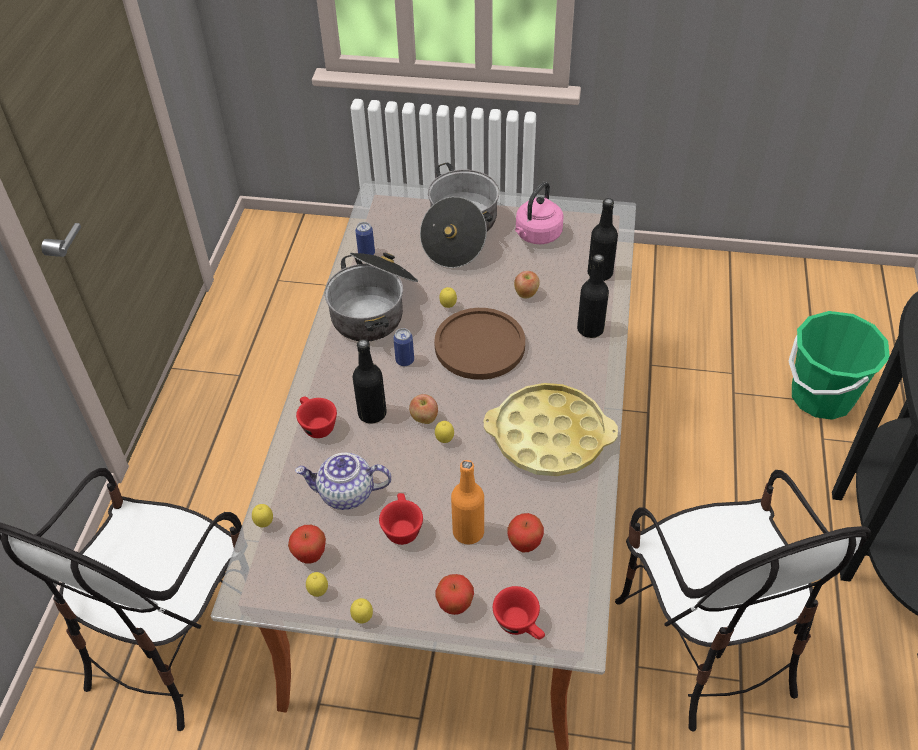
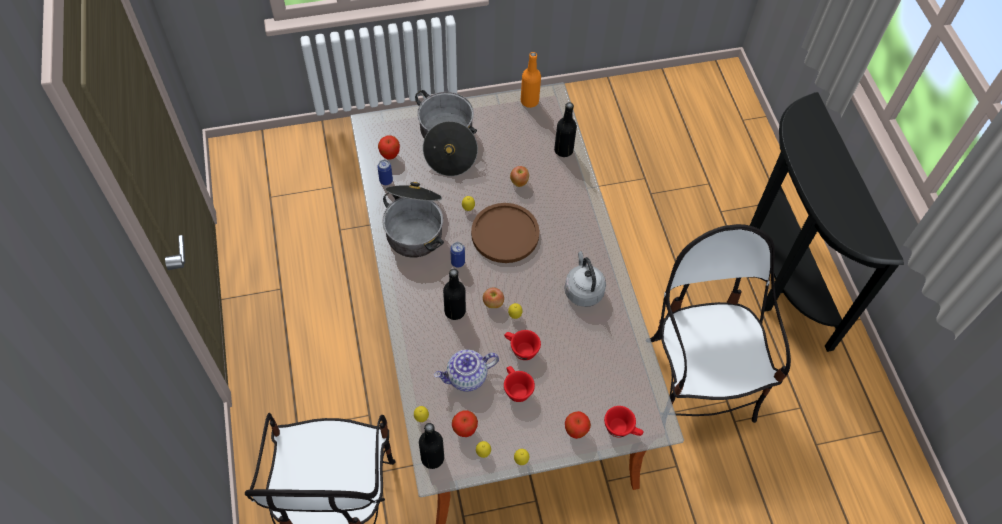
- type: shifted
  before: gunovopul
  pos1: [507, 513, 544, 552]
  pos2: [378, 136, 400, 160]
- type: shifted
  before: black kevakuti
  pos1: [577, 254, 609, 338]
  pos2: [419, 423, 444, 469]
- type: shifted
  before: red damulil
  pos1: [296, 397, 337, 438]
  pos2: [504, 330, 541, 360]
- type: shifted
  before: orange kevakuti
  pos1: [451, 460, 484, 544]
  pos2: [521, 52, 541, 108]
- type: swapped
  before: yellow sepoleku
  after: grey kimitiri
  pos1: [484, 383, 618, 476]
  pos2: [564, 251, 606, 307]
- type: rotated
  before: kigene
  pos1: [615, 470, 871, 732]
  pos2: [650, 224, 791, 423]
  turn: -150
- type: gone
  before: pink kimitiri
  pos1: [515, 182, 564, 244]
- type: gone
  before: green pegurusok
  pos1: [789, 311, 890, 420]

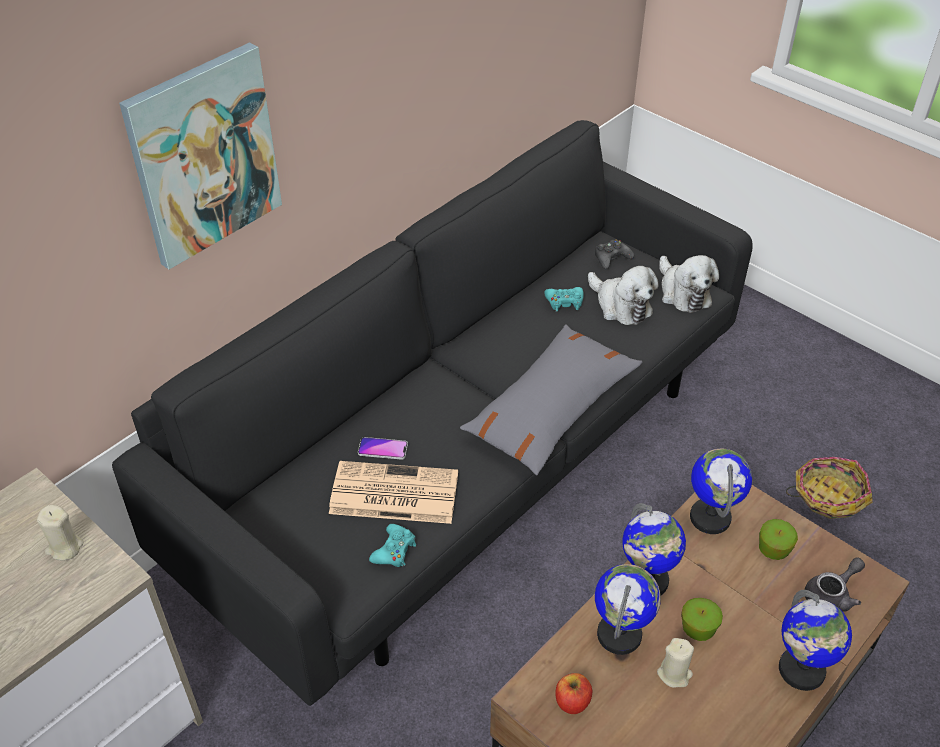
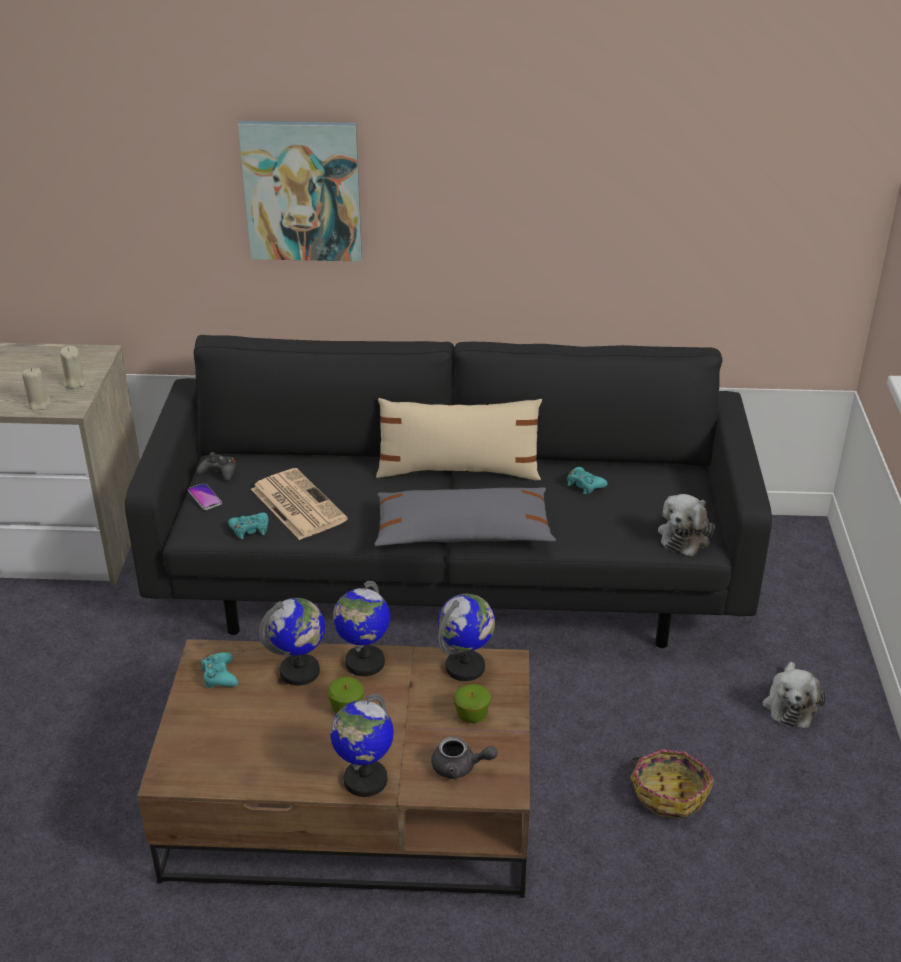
- type: shifted
  before: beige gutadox
  pos1: [657, 638, 694, 688]
  pos2: [22, 368, 51, 411]
- type: shifted
  before: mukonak
  pos1: [358, 437, 408, 460]
  pos2: [188, 483, 222, 510]
- type: shifted
  before: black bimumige
  pos1: [595, 239, 634, 269]
  pos2: [197, 452, 236, 481]
- type: swapped
  before: gunovopul
  after: turquoise bimumige
  pos1: [555, 673, 592, 714]
  pos2: [201, 652, 238, 688]
- type: new
  after: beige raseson
  pos2: [376, 398, 542, 480]
- type: shifted
  before: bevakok
  pos1: [588, 266, 659, 325]
  pos2: [762, 662, 826, 728]

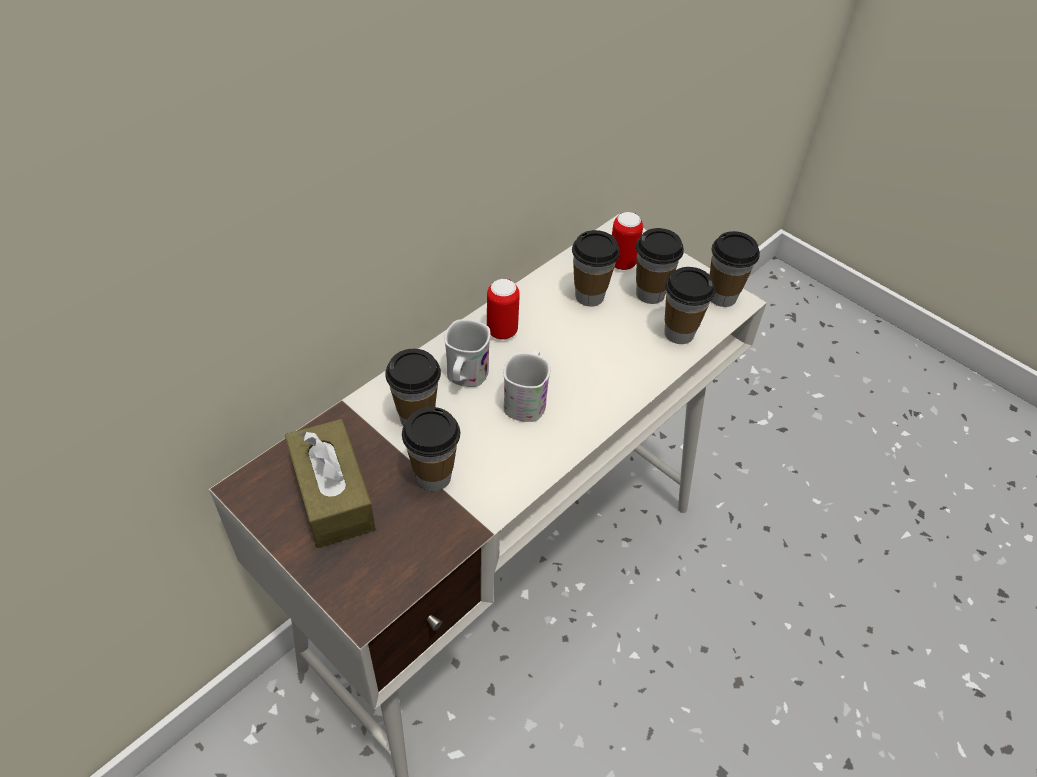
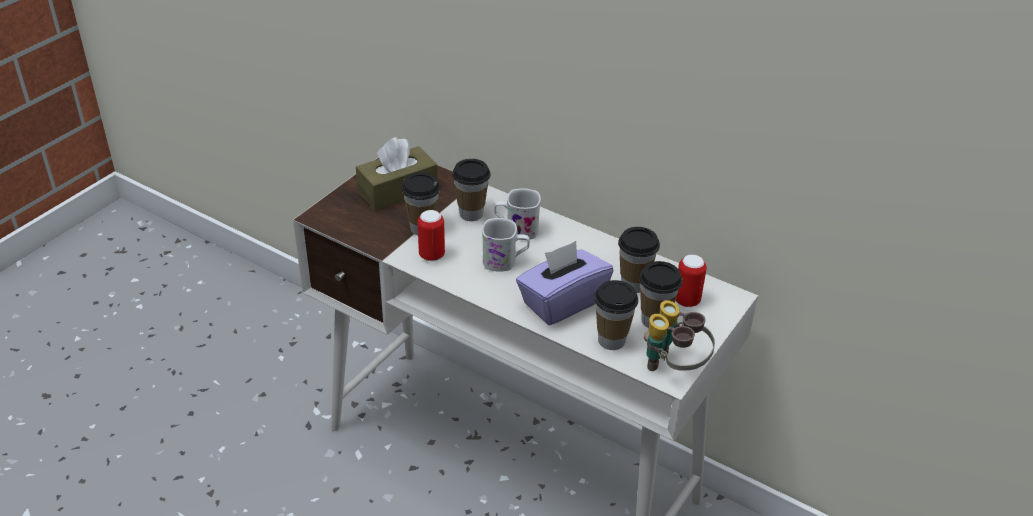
- type: shifted
  before: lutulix
  pos1: [487, 279, 520, 339]
  pos2: [417, 210, 445, 261]
- type: new
  after: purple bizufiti
  pos2: [516, 241, 613, 325]
- type: swapped
  before: damulil
  after: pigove
  pos1: [710, 231, 760, 307]
  pos2: [644, 300, 715, 371]

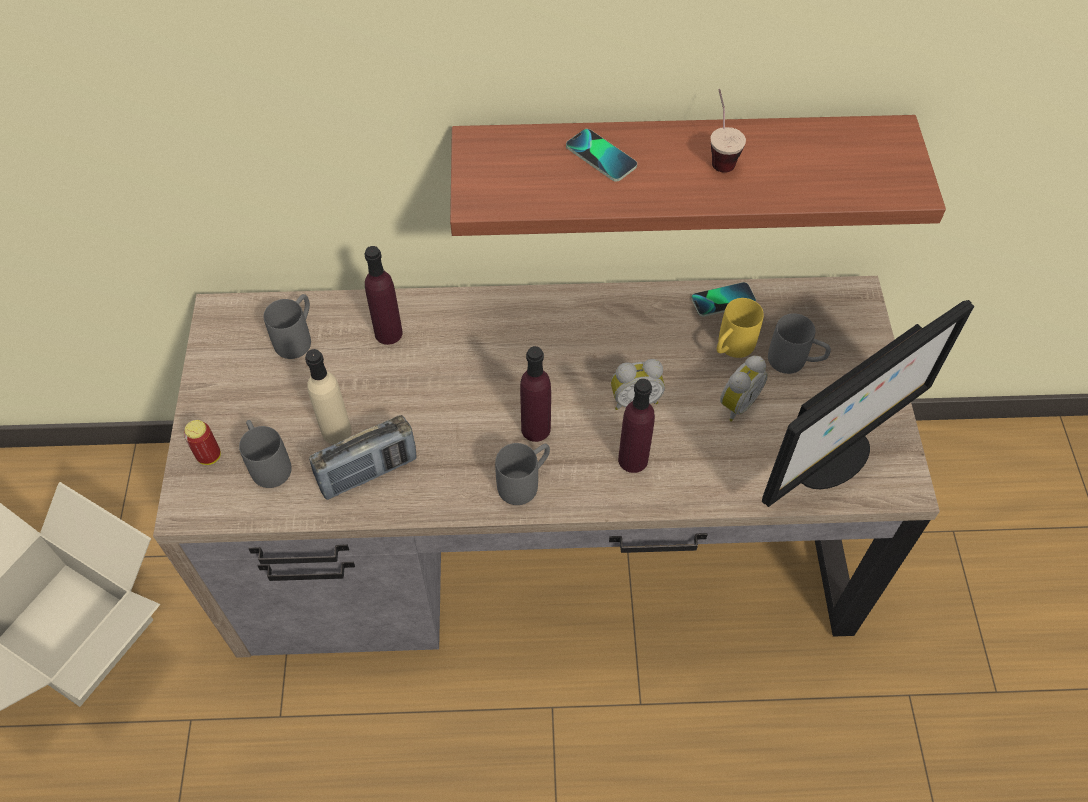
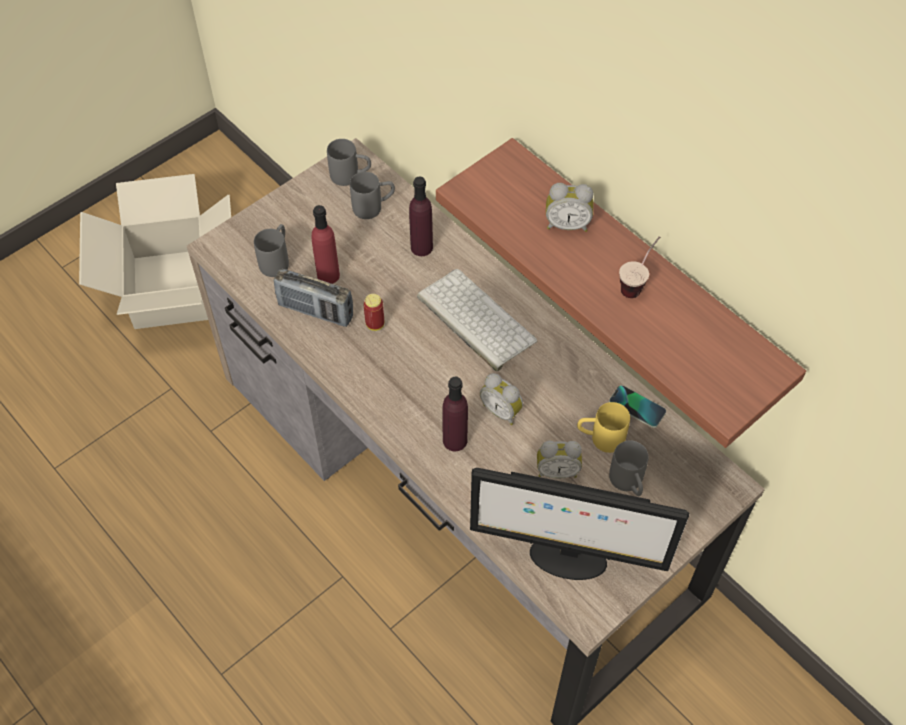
- type: repainted
  before: beige kevakuti
  after: red kevakuti
  pos1: [305, 349, 352, 444]
  pos2: [311, 205, 340, 284]
- type: shifted
  before: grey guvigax
  pos1: [495, 443, 550, 505]
  pos2: [327, 139, 371, 186]
- type: shifted
  before: lutulix
  pos1: [184, 420, 221, 465]
  pos2: [363, 294, 384, 331]
- type: new
  after: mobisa
  pos2: [417, 269, 537, 371]
- type: swapped
  before: mukonak
  after: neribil
  pos1: [566, 129, 637, 182]
  pos2: [546, 183, 593, 232]
- type: gone
  before: purple kevakuti
  pos1: [520, 346, 551, 442]

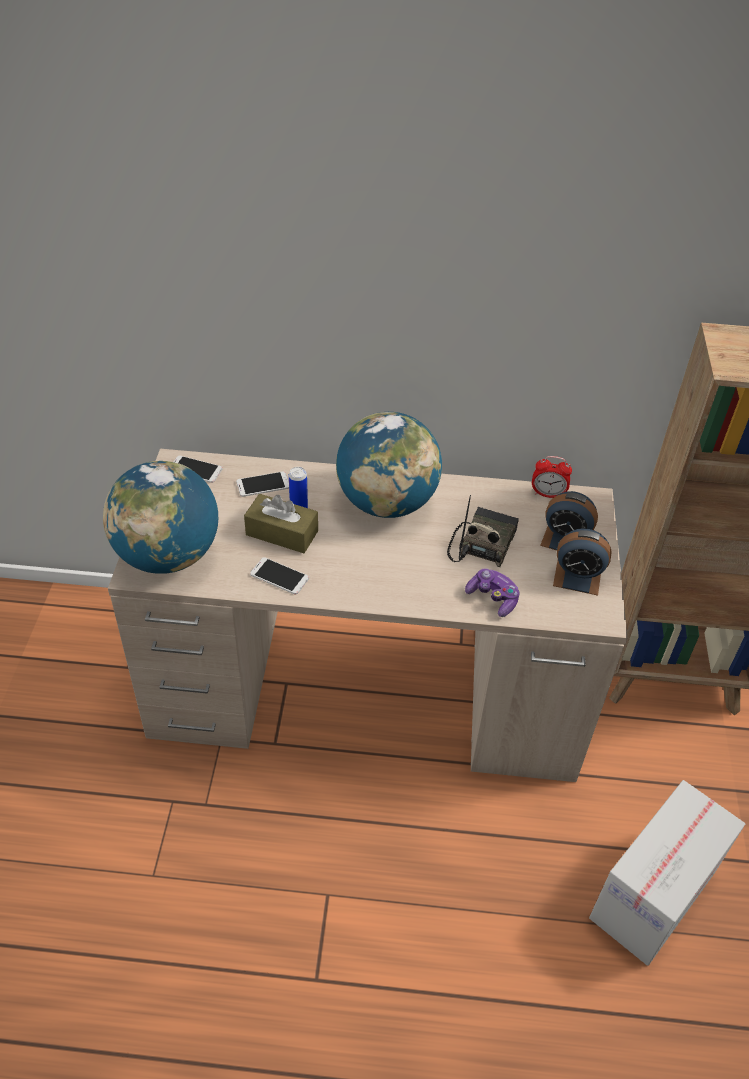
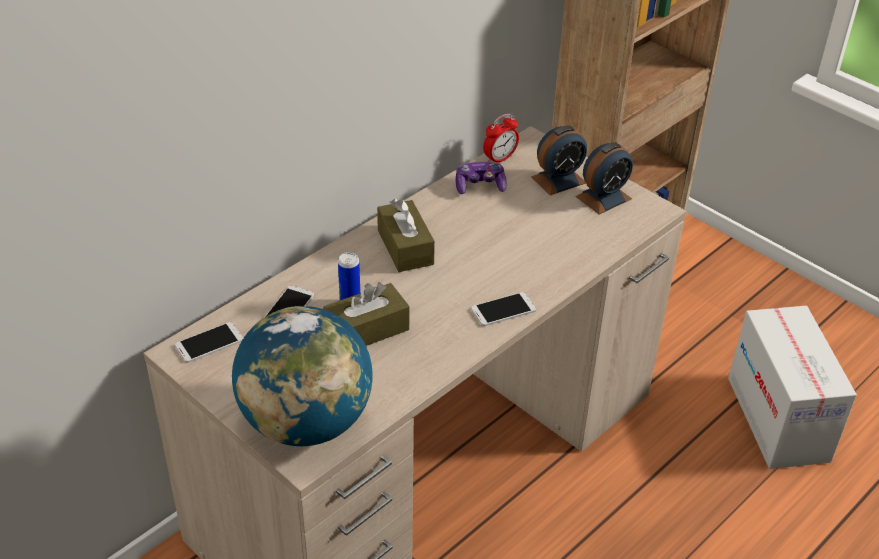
- type: swapped
  before: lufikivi
  after: brown bizufiti
  pos1: [336, 412, 442, 518]
  pos2: [377, 199, 435, 272]
- type: shifted
  before: bimumige
  pos1: [465, 568, 520, 617]
  pos2: [456, 162, 507, 194]
- type: shifted
  before: mukonak
  pos1: [250, 557, 309, 595]
  pos2: [471, 292, 536, 326]
- type: gone
  before: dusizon
  pos1: [447, 495, 519, 567]

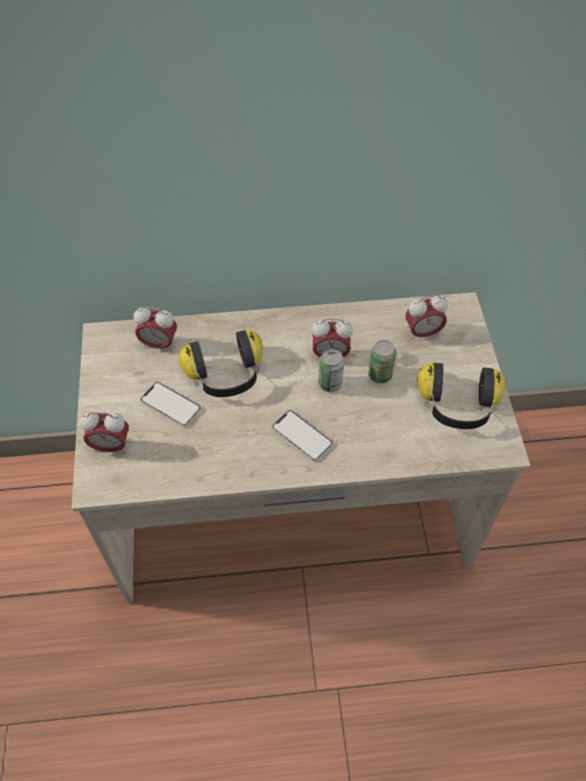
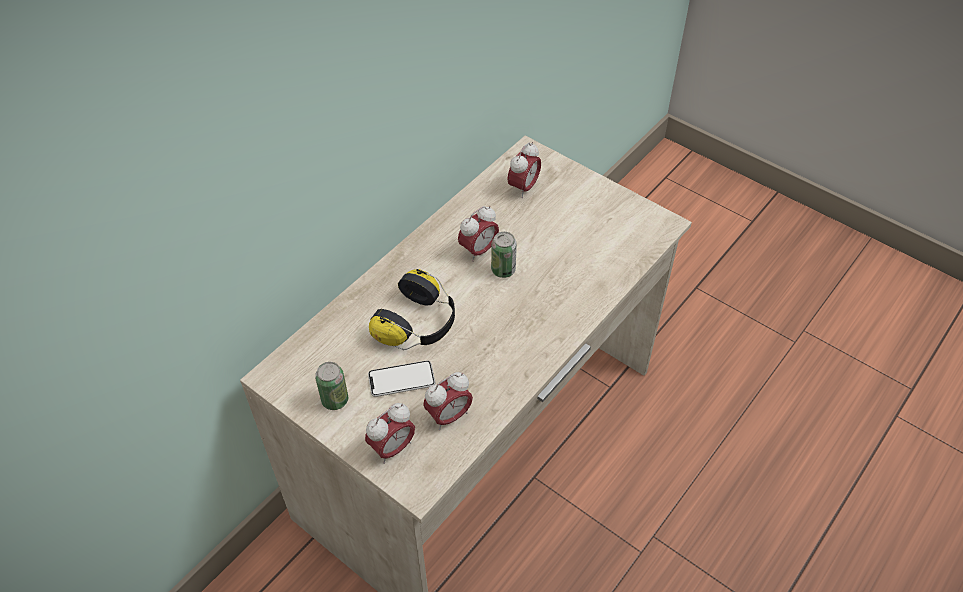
- type: shifted
  before: lutulix
  pos1: [368, 340, 396, 384]
  pos2: [315, 362, 348, 410]
- type: shifted
  before: neribil
  pos1: [134, 306, 177, 351]
  pos2: [423, 372, 473, 430]
- type: gone
  before: mukonak
  pos1: [272, 410, 333, 461]
- type: gone
  before: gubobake
  pos1: [417, 363, 506, 429]

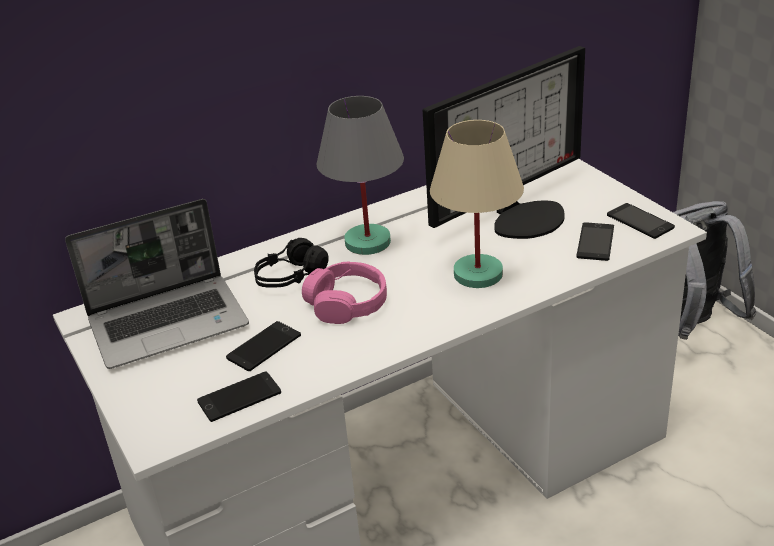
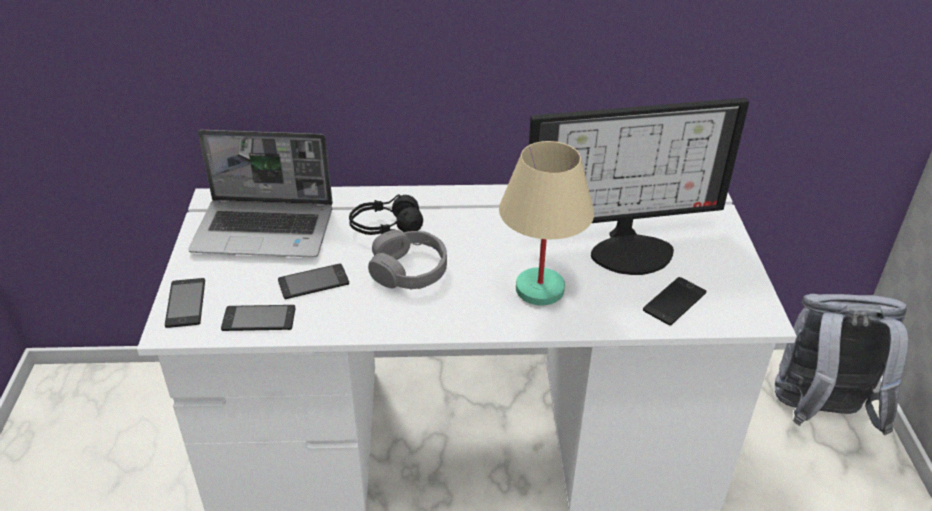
- type: shifted
  before: mukonak
  pos1: [607, 203, 675, 239]
  pos2: [165, 278, 205, 328]
- type: repainted
  before: pink gubobake
  after: grey gubobake
  pos1: [302, 262, 387, 324]
  pos2: [368, 230, 447, 290]
- type: gone
  before: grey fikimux
  pos1: [317, 96, 404, 255]

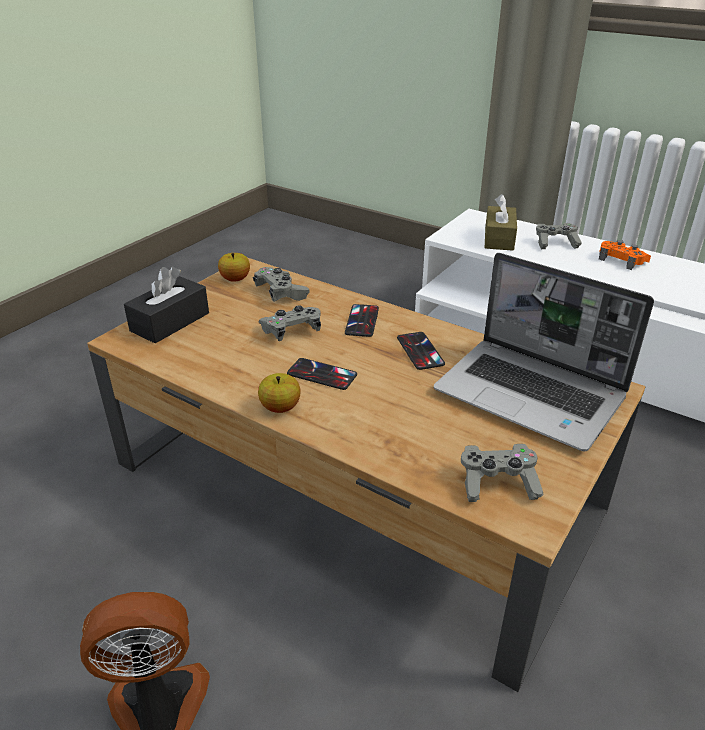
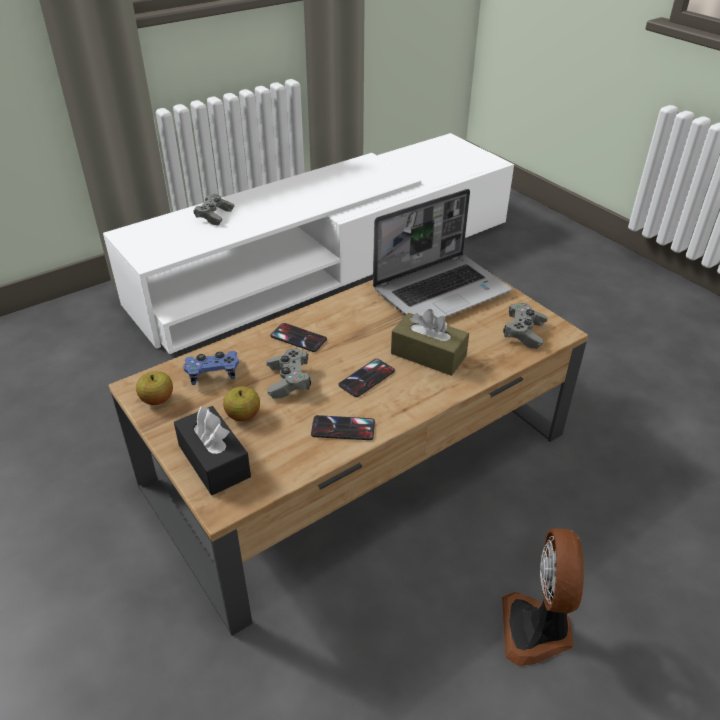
- type: repainted
  before: grey bimumige
  after: blue bimumige
  pos1: [253, 267, 310, 302]
  pos2: [183, 351, 239, 385]
- type: shifted
  before: gunovopul
  pos1: [258, 373, 300, 413]
  pos2: [223, 386, 260, 421]
- type: shifted
  before: mukonak
  pos1: [397, 332, 445, 370]
  pos2: [311, 415, 375, 440]
- type: shifted
  before: brown bizufiti
  pos1: [485, 194, 517, 251]
  pos2: [391, 309, 469, 376]
- type: gone
  before: orange bimumige
  pos1: [599, 240, 651, 270]

